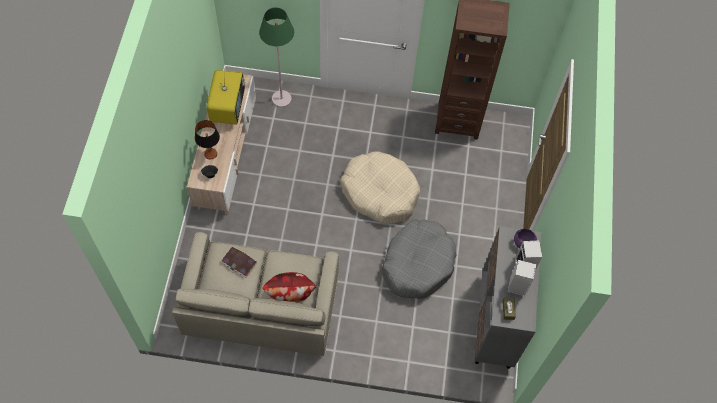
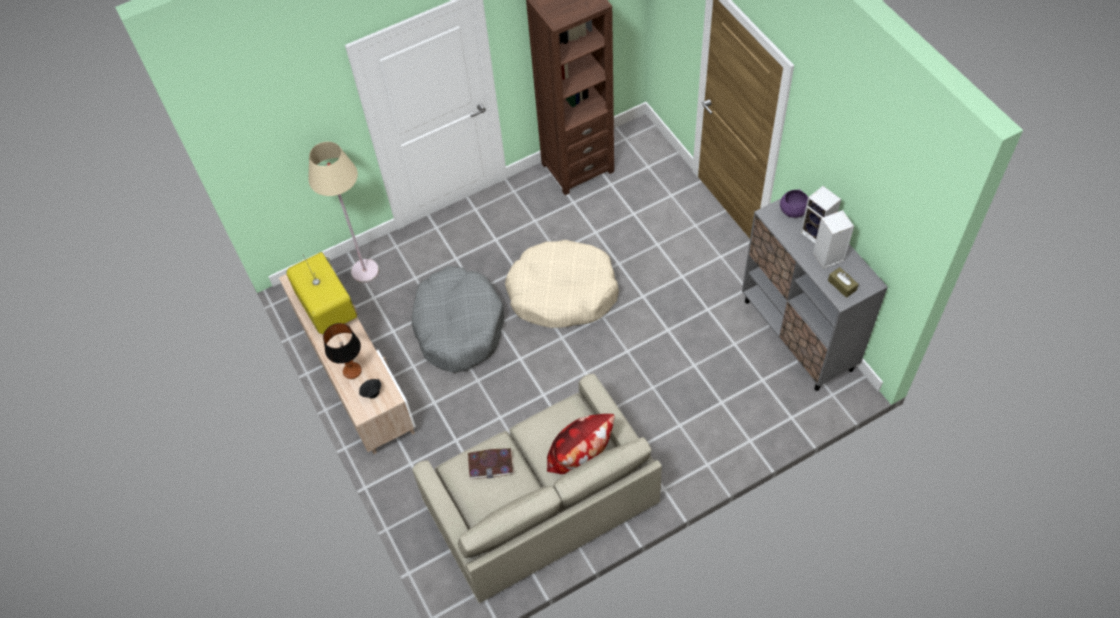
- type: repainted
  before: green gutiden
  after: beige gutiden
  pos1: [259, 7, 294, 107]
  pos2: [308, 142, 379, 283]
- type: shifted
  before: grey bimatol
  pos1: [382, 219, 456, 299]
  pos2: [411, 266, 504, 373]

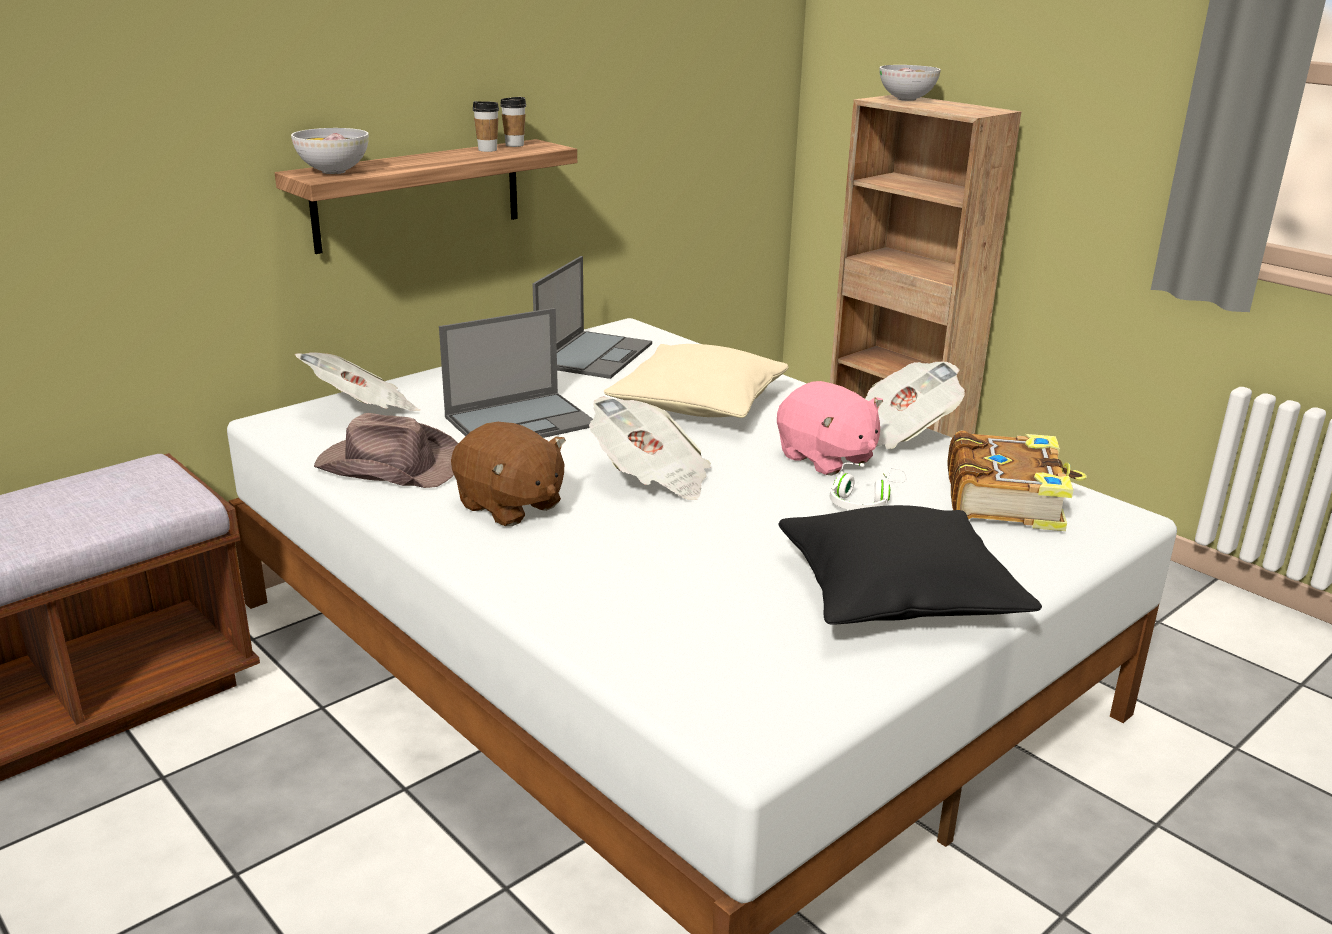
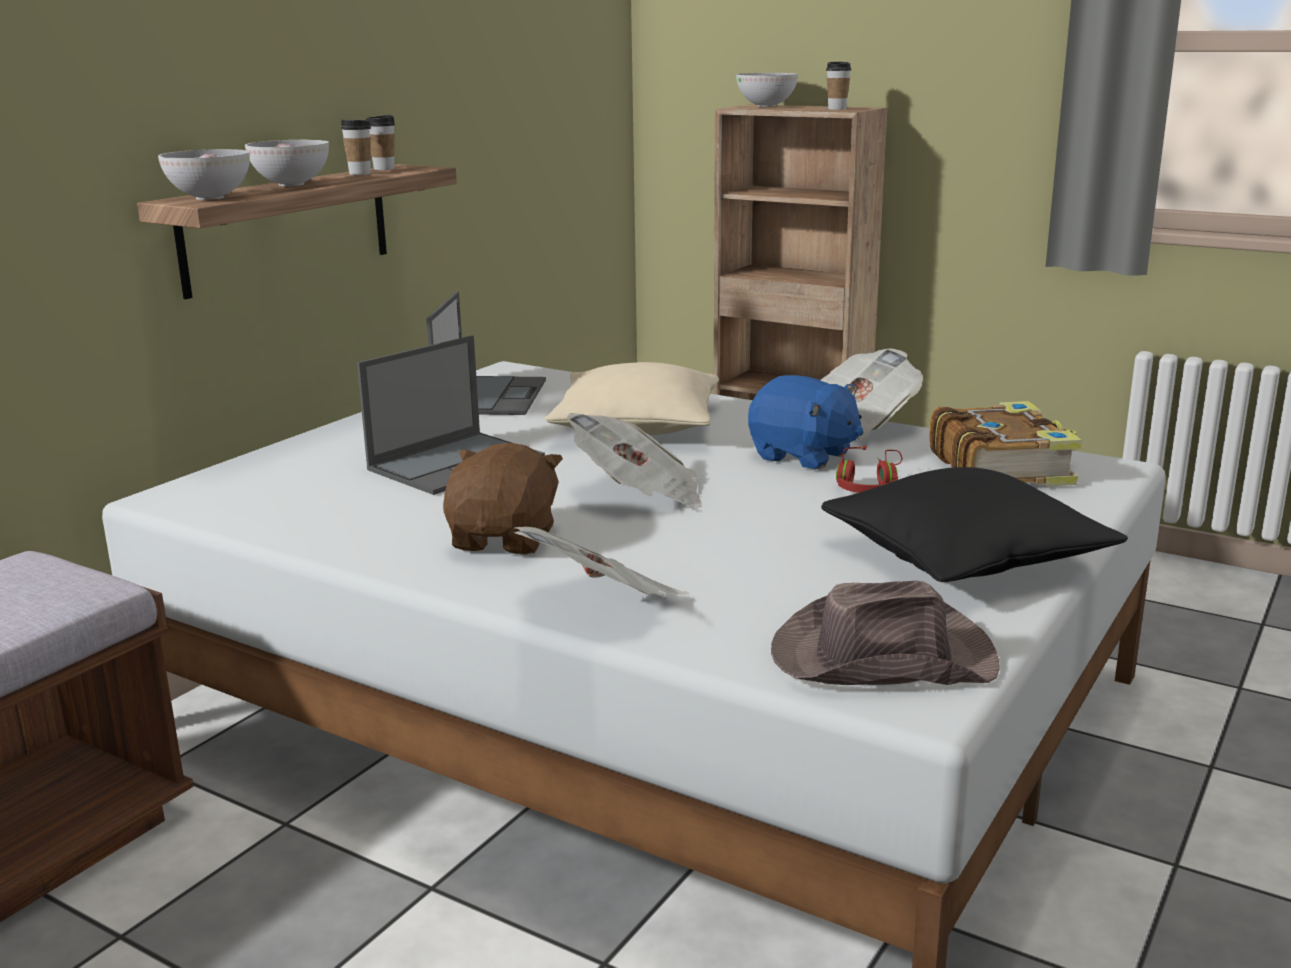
- type: new
  after: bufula
  pos2: [245, 140, 329, 186]
- type: rotated
  before: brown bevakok
  pos1: [451, 422, 566, 526]
  pos2: [443, 443, 563, 554]
  turn: -105
- type: shifted
  before: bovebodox
  pos1: [295, 352, 420, 411]
  pos2: [513, 527, 690, 597]
- type: repainted
  before: pink bevakok
  after: blue bevakok
  pos1: [777, 381, 883, 476]
  pos2: [748, 375, 863, 469]
- type: shifted
  before: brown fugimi
  pos1: [314, 413, 459, 488]
  pos2: [771, 581, 1000, 685]
- type: new
  after: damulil
  pos2: [826, 62, 851, 110]
- type: repainted
  before: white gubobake
  after: red gubobake
  pos1: [830, 463, 906, 510]
  pos2: [836, 446, 902, 493]

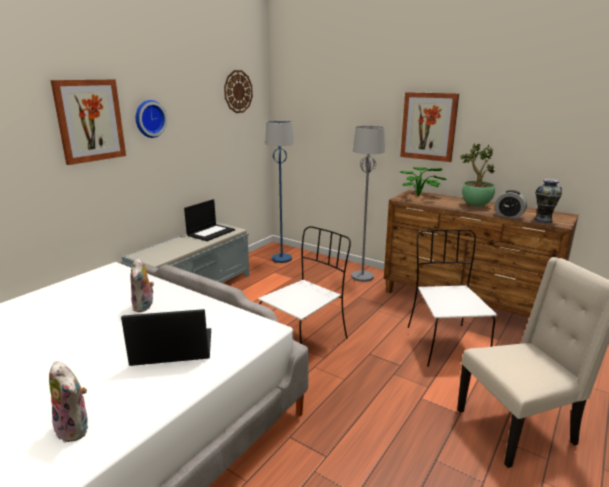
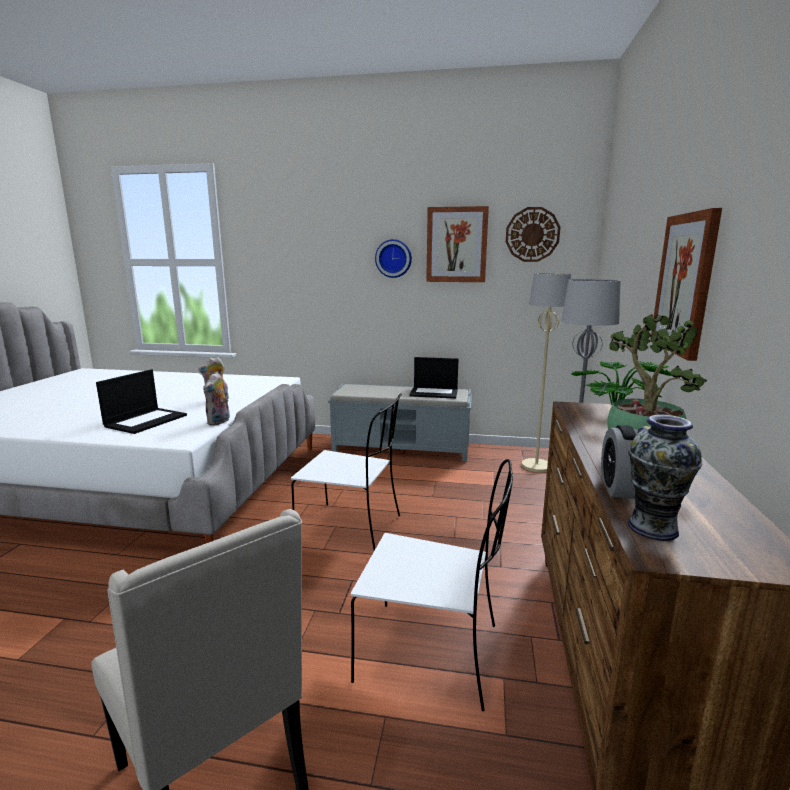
- type: rotated
  before: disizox
  pos1: [121, 309, 211, 366]
  pos2: [96, 369, 187, 434]
  turn: 60
- type: shifted
  before: bevakok
  pos1: [49, 361, 88, 443]
  pos2: [203, 372, 230, 426]
- type: rotated
  before: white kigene
  pos1: [408, 229, 497, 367]
  pos2: [351, 459, 513, 711]
  turn: 45
- type: shifted
  before: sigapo
  pos1: [50, 79, 126, 165]
  pos2: [426, 206, 489, 282]
- type: repainted
  before: blue gutiden
  after: beige gutiden
  pos1: [265, 121, 294, 263]
  pos2: [522, 273, 571, 473]

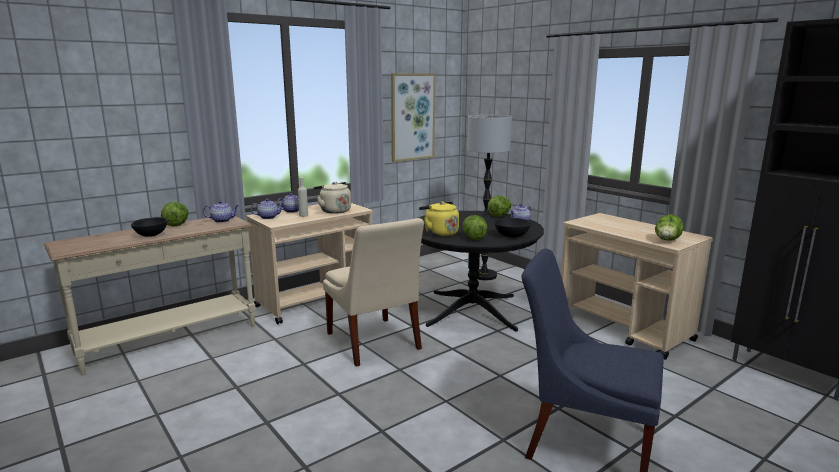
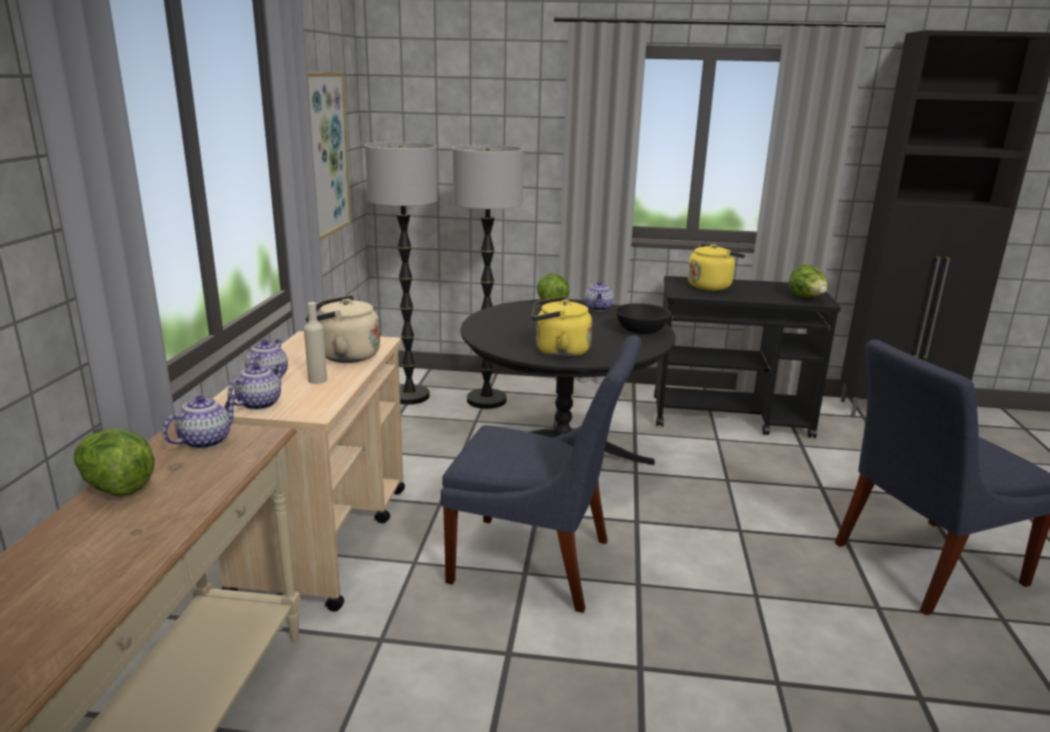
- type: new
  after: gutiden
  pos2: [365, 142, 437, 405]
- type: repainted
  before: beige kigene
  after: blue kigene
  pos1: [323, 218, 424, 367]
  pos2: [441, 335, 642, 613]
- type: repainted
  before: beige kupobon
  after: black kupobon
  pos1: [561, 213, 713, 360]
  pos2: [654, 276, 841, 438]
- type: new
  after: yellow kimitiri
  pos2: [688, 243, 745, 291]
- type: gone
  before: black bufula
  pos1: [131, 217, 167, 237]
- type: gone
  before: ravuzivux
  pos1: [463, 215, 487, 240]

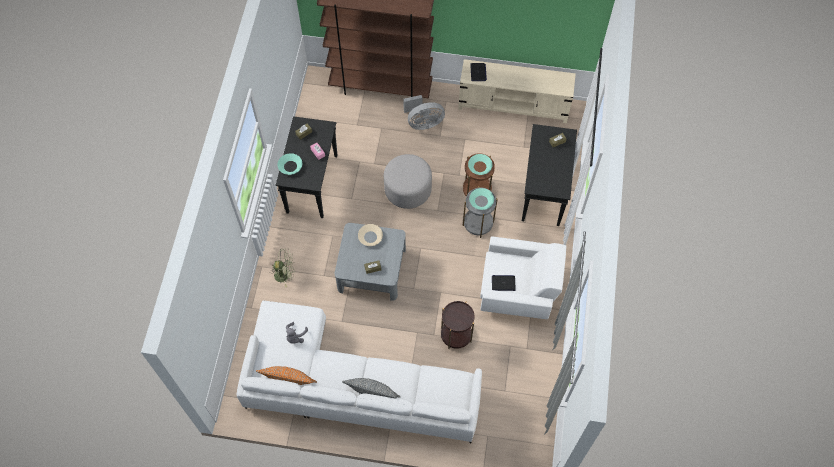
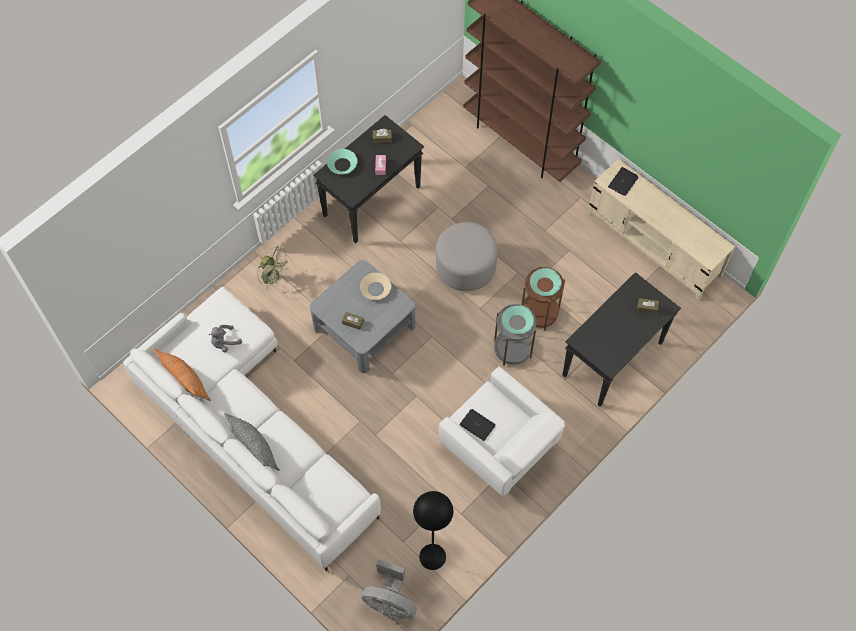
- type: shifted
  before: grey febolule
  pos1: [403, 95, 445, 130]
  pos2: [362, 559, 417, 619]
- type: new
  after: black gutiden
  pos2: [413, 491, 453, 570]
- type: gone
  before: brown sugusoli
  pos1: [441, 301, 475, 349]

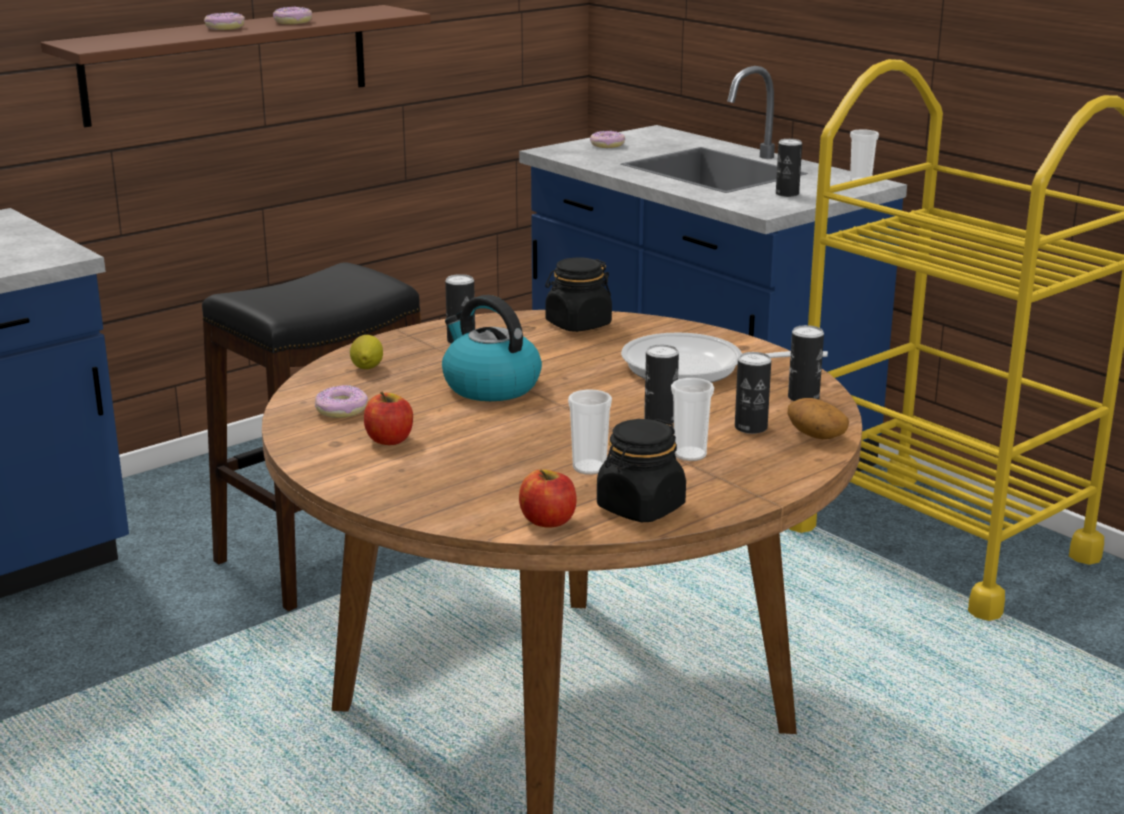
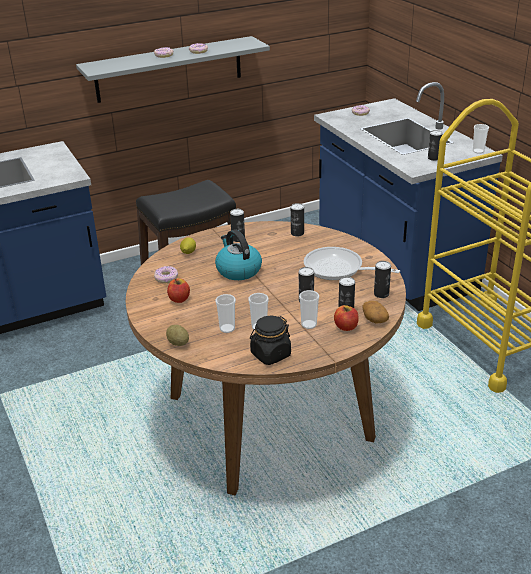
- type: repainted
  before: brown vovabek
  after: grey vovabek
  pos1: [41, 5, 431, 127]
  pos2: [76, 36, 270, 103]
- type: new
  after: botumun
  pos2: [166, 325, 189, 346]
- type: new
  after: damulil
  pos2: [215, 294, 236, 333]
- type: swapped
  before: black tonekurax
  after: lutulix
  pos1: [545, 257, 612, 332]
  pos2: [291, 203, 304, 237]
- type: shifted
  before: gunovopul
  pos1: [519, 469, 577, 528]
  pos2: [334, 305, 359, 331]

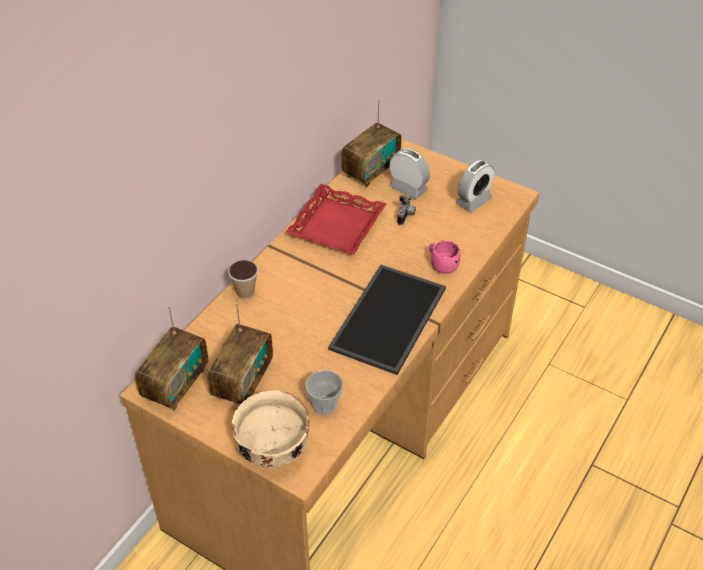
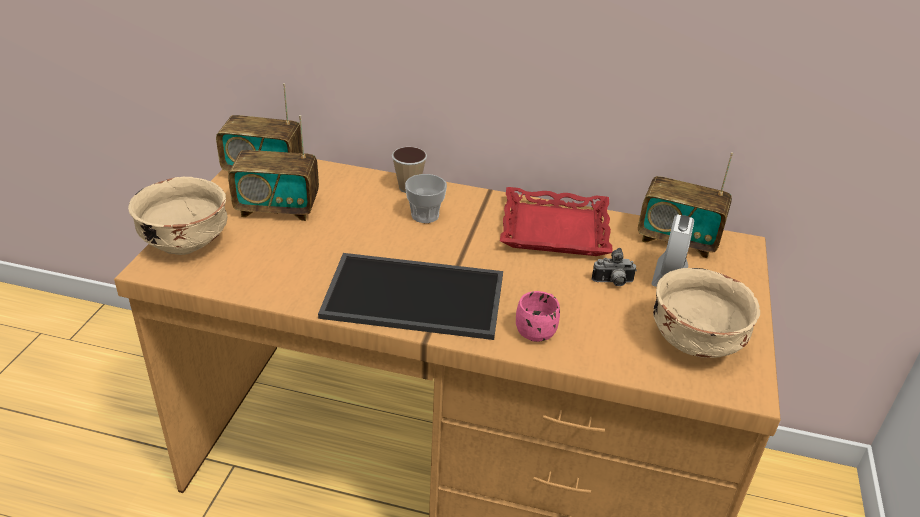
- type: shifted
  before: damulil
  pos1: [305, 370, 343, 415]
  pos2: [405, 174, 447, 223]
- type: swapped
  before: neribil
  after: beige bufula
  pos1: [456, 160, 494, 212]
  pos2: [653, 268, 760, 358]

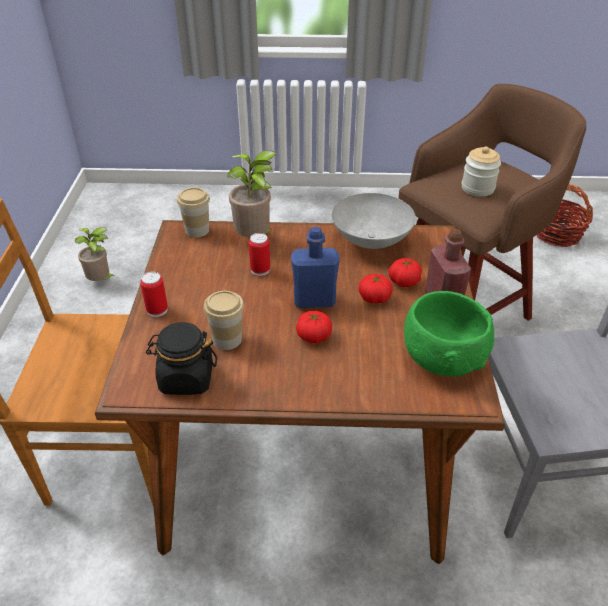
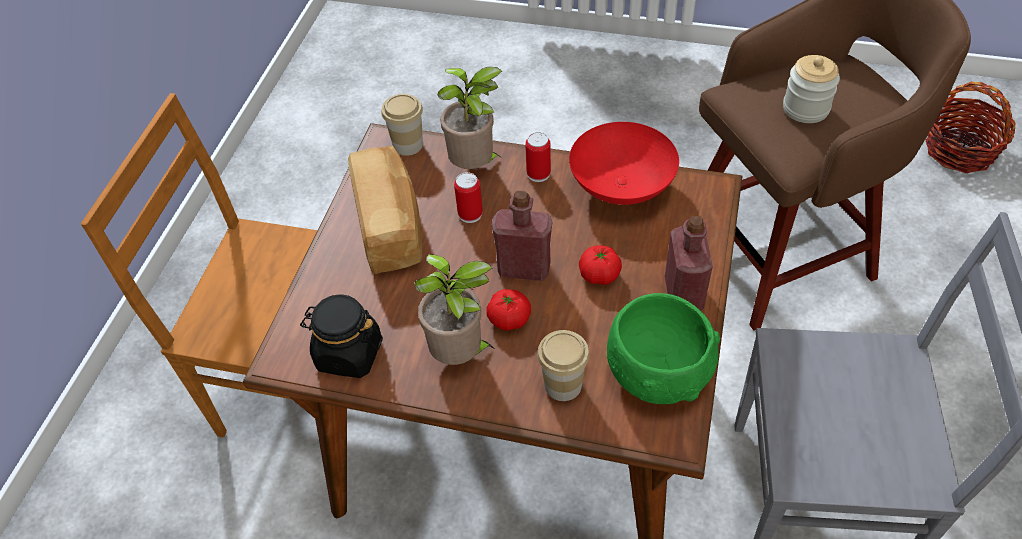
- type: new
  after: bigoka
  pos2: [348, 146, 422, 274]
- type: shifted
  before: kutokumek
  pos1: [75, 227, 116, 281]
  pos2: [415, 254, 493, 365]
- type: repainted
  before: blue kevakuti
  after: red kevakuti
  pos1: [291, 227, 340, 308]
  pos2: [492, 190, 552, 281]
- type: shifted
  before: lutulix
  pos1: [140, 272, 168, 317]
  pos2: [525, 132, 551, 182]
- type: shifted
  before: damulil
  pos1: [203, 291, 244, 350]
  pos2: [537, 330, 589, 401]
- type: repainted
  before: grey bufula
  after: red bufula
  pos1: [332, 193, 416, 249]
  pos2: [569, 122, 679, 205]
- type: gone
  before: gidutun
  pos1: [389, 258, 422, 287]

